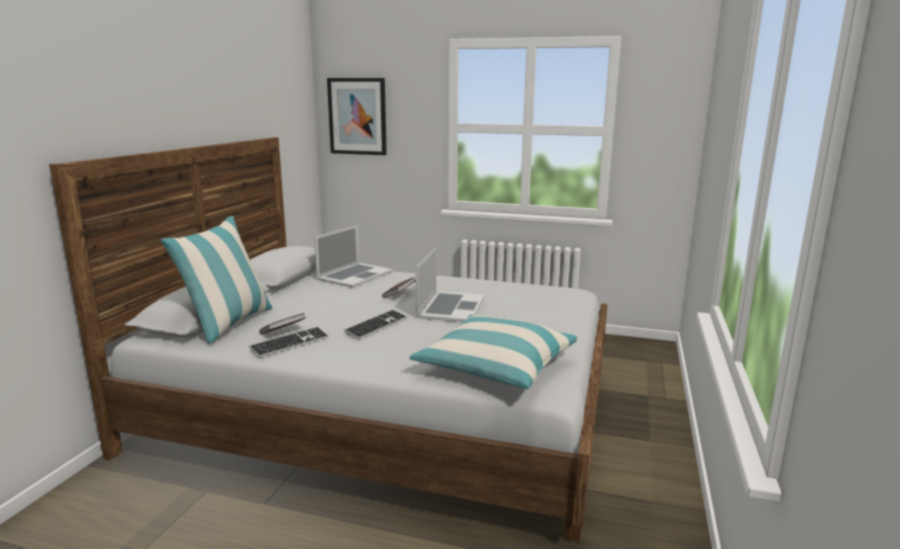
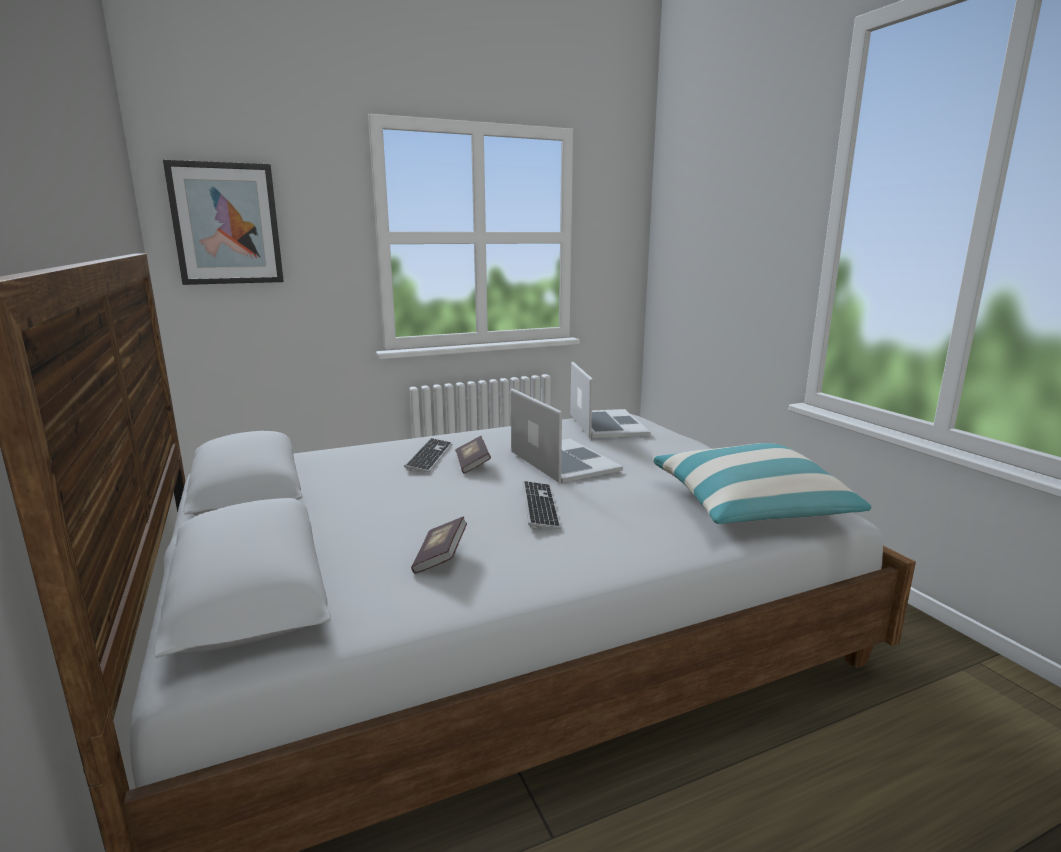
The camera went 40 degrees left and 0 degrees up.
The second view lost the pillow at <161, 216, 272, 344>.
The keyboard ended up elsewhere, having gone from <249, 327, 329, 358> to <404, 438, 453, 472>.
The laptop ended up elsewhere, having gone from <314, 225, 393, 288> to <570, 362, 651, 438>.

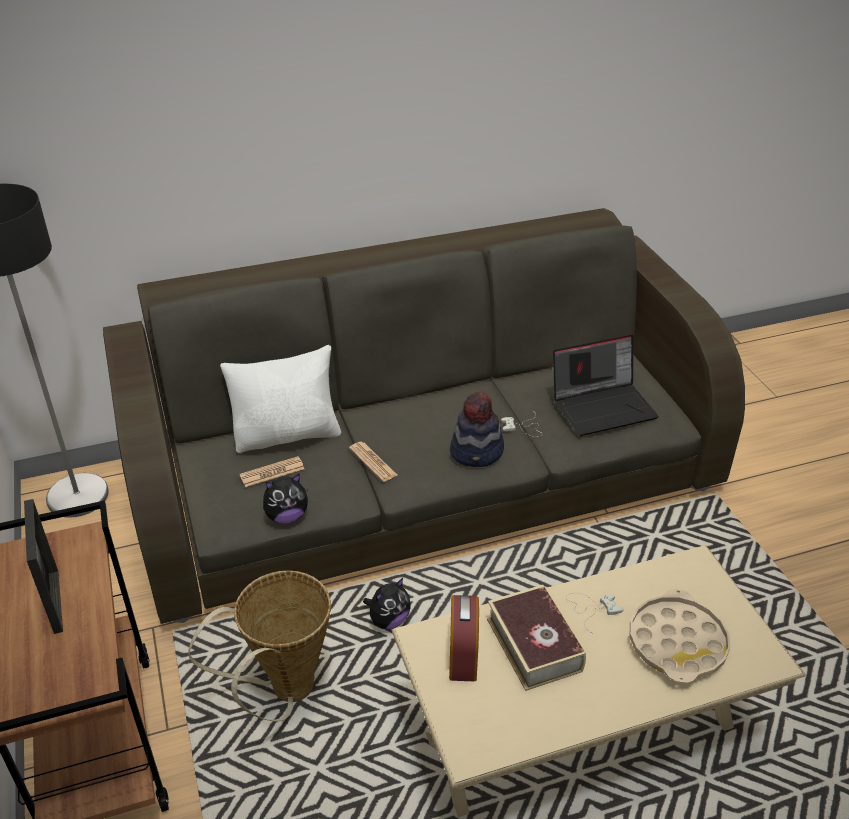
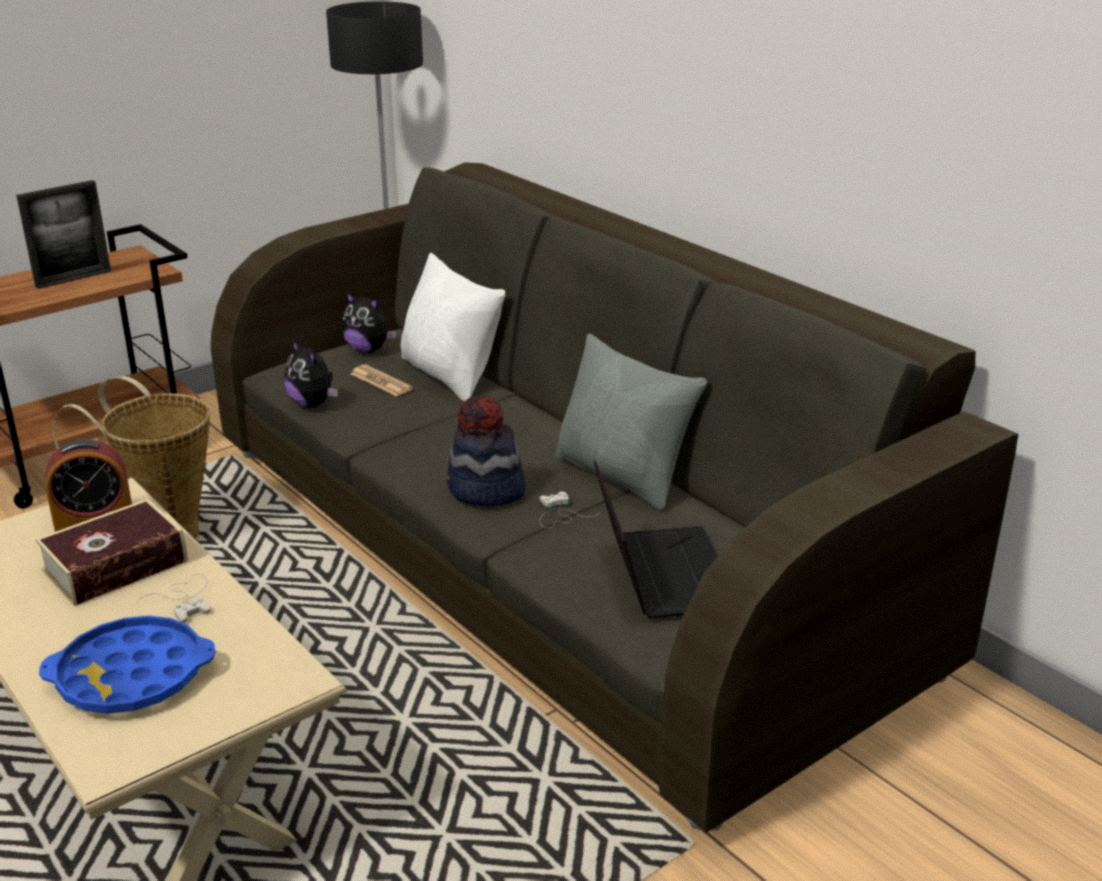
The camera went 70 degrees right and 10 degrees down.
The second view lost the daily paper at <349, 442, 397, 482>.
The second view gained the grey pillow at <556, 334, 707, 511>.
The plush toy ended up elsewhere, having gone from <363, 578, 410, 629> to <342, 291, 396, 353>.
What was the beige tray at <630, 589, 730, 684> turned into the bluish tray at <39, 615, 216, 714>.
The laptop at <553, 335, 659, 436> ended up facing another way, 150 degrees counterclockwise from before.

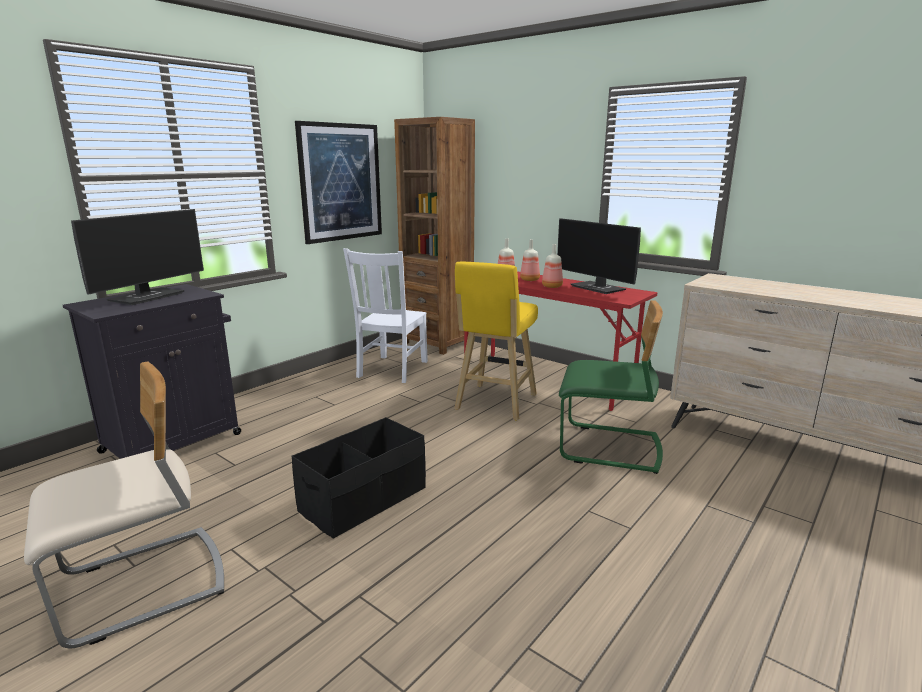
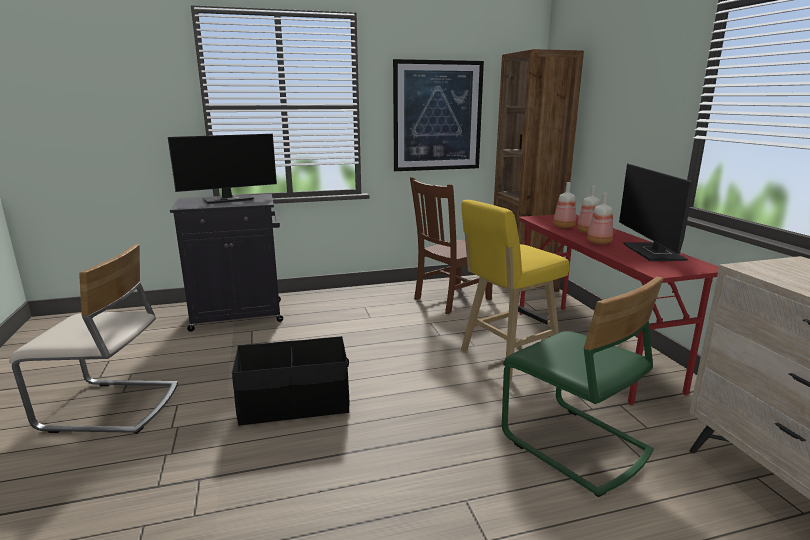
The camera went 35 degrees right and 0 degrees up.
What was the white-coloured plain chair at <343, 248, 428, 383> turned into the brown plain chair at <410, 177, 492, 314>.

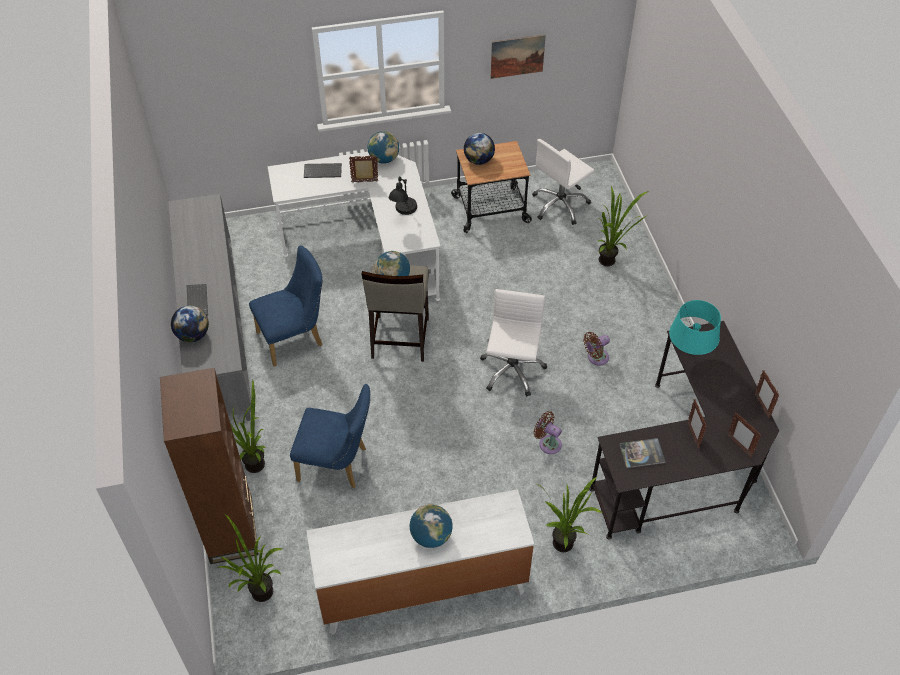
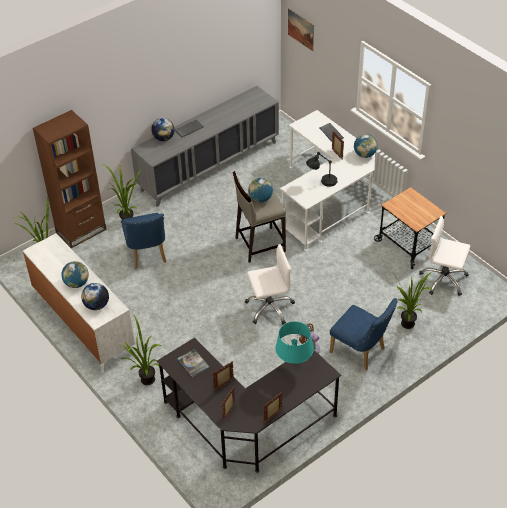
The camera went 65 degrees right and 5 degrees down.
The second view lost the brown electric fan at <534, 411, 562, 454>.
The bluish plain chair ended up elsewhere, having gone from <249, 245, 323, 367> to <330, 298, 398, 370>.
The world globe ended up elsewhere, having gone from <464, 133, 495, 165> to <81, 283, 109, 310>.
The wall picture ended up elsewhere, having gone from <491, 35, 546, 79> to <288, 8, 314, 51>.

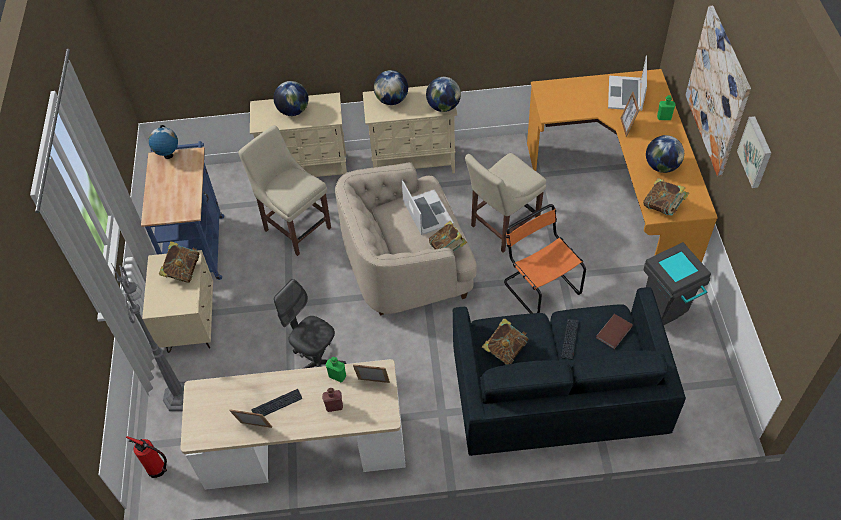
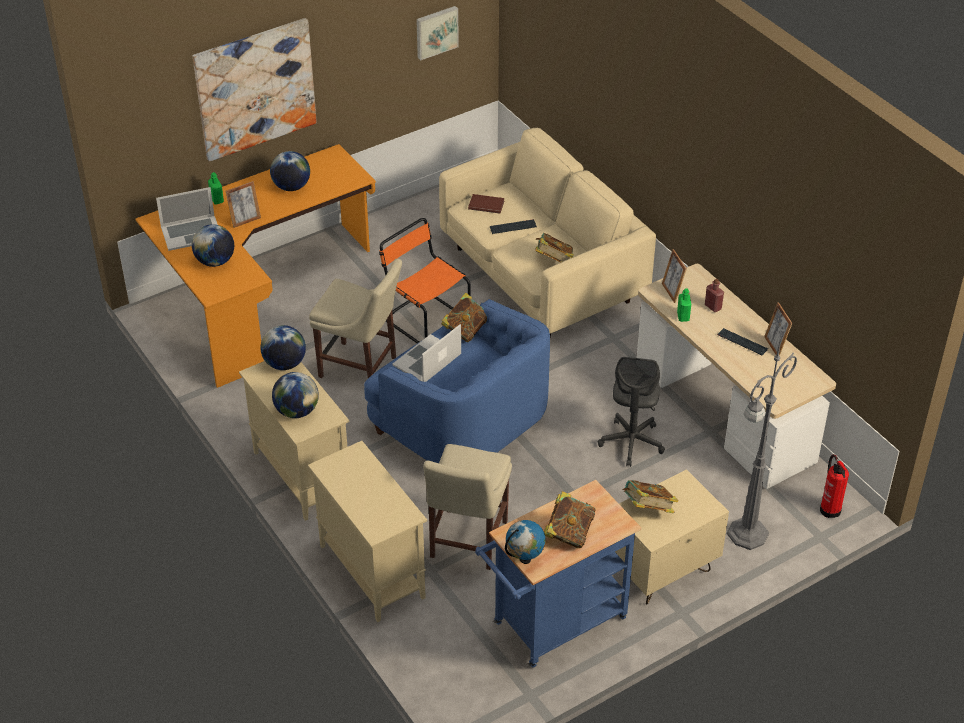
The camera went 120 degrees left and 10 degrees down.
The second view lost the grey rubbish bin at <643, 242, 711, 325>.
The world globe ended up elsewhere, having gone from <274, 81, 308, 116> to <192, 224, 234, 267>.
The book ended up elsewhere, having gone from <643, 178, 689, 216> to <544, 491, 596, 548>.
The wall picture ended up elsewhere, having gone from <737, 116, 771, 188> to <416, 6, 459, 60>.
What was the beige easy chair at <335, 162, 477, 316> turned into the bluish easy chair at <364, 299, 550, 463>.
What was the bluish settee at <453, 287, 686, 456> turned into the beige settee at <439, 128, 656, 338>.
The orange plain chair at <504, 204, 586, 314> ended up facing another way, 105 degrees clockwise from before.

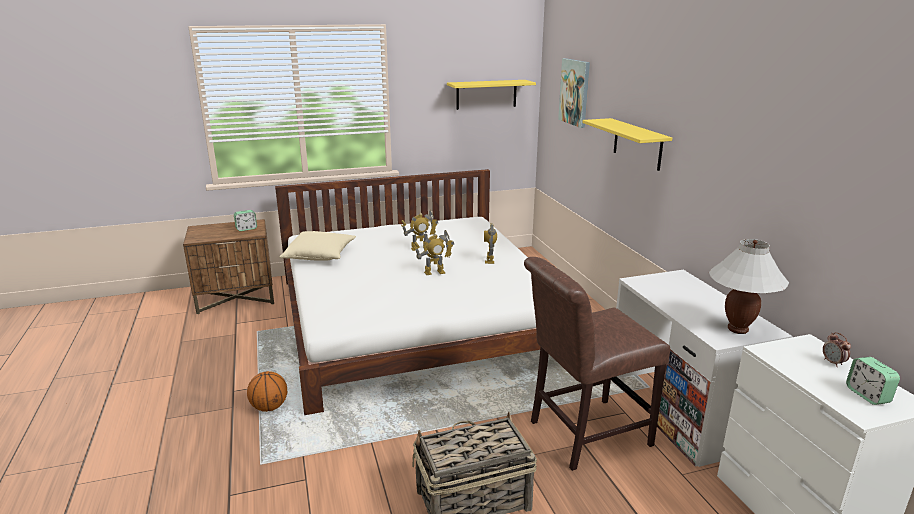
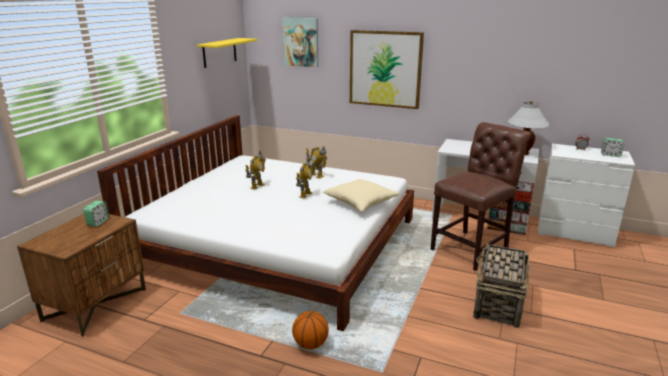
The camera went 50 degrees left and 0 degrees up.
The beige pillow ended up elsewhere, having gone from <279, 231, 356, 261> to <322, 179, 400, 212>.
Where the yellow shelf hung at <582, 118, 672, 171>, the wall picture came to hang at <350, 30, 424, 109>.
The brown plain chair at <524, 257, 670, 471> ended up facing another way, 150 degrees counterclockwise from before.

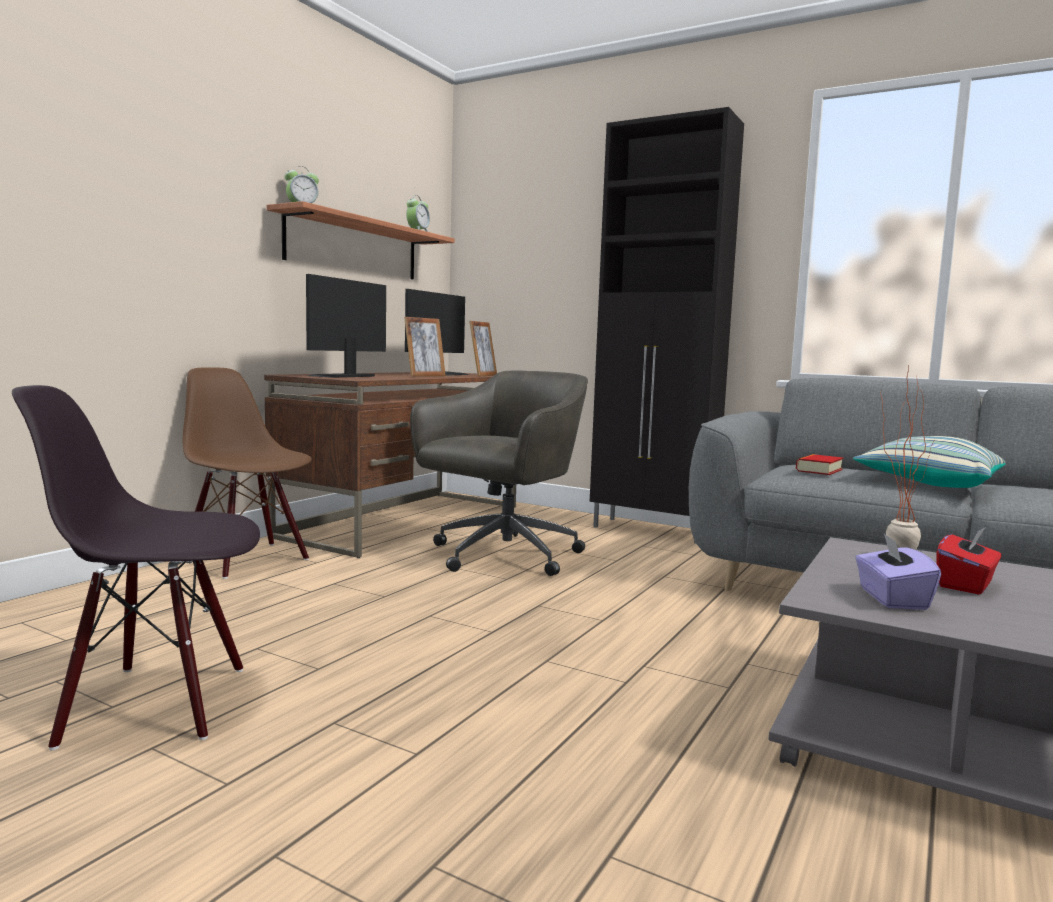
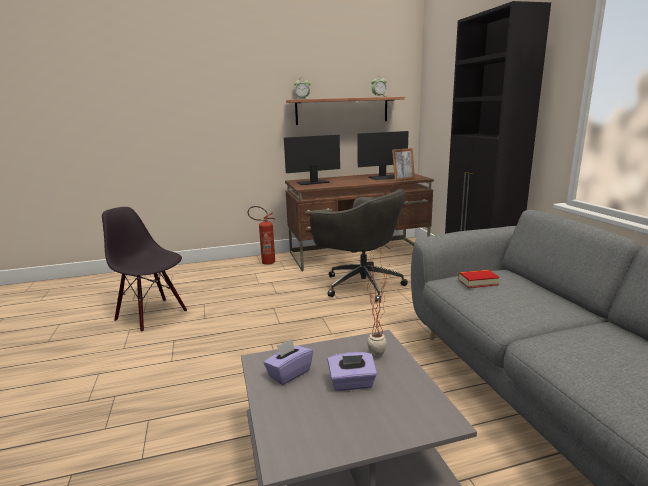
The camera went 45 degrees right and 10 degrees up.
The second view lost the picture frame at <404, 317, 446, 377>.
The second view lost the pillow at <853, 436, 1006, 488>.
Where the brown plain chair stood at <181, 368, 312, 579>, the extinguisher came to stand at <248, 206, 275, 265>.
What was the reddish tissue box at <936, 527, 1001, 595> turned into the purple tissue box at <327, 352, 377, 391>.
The grey office chair at <410, 371, 588, 576> ended up facing another way, 45 degrees clockwise from before.

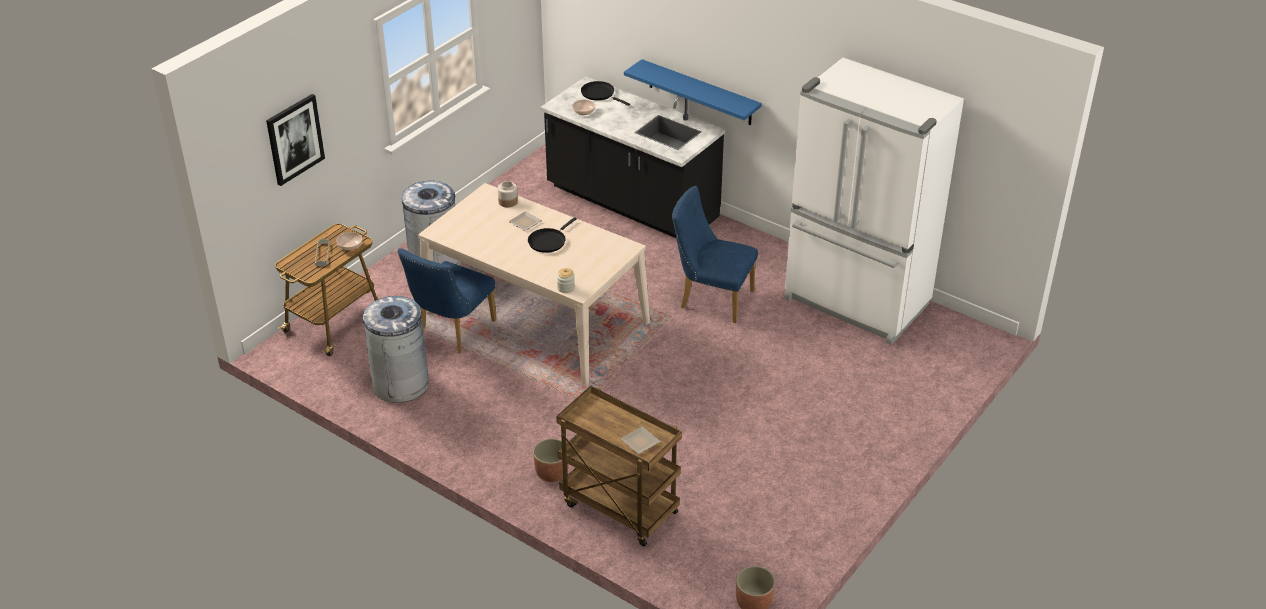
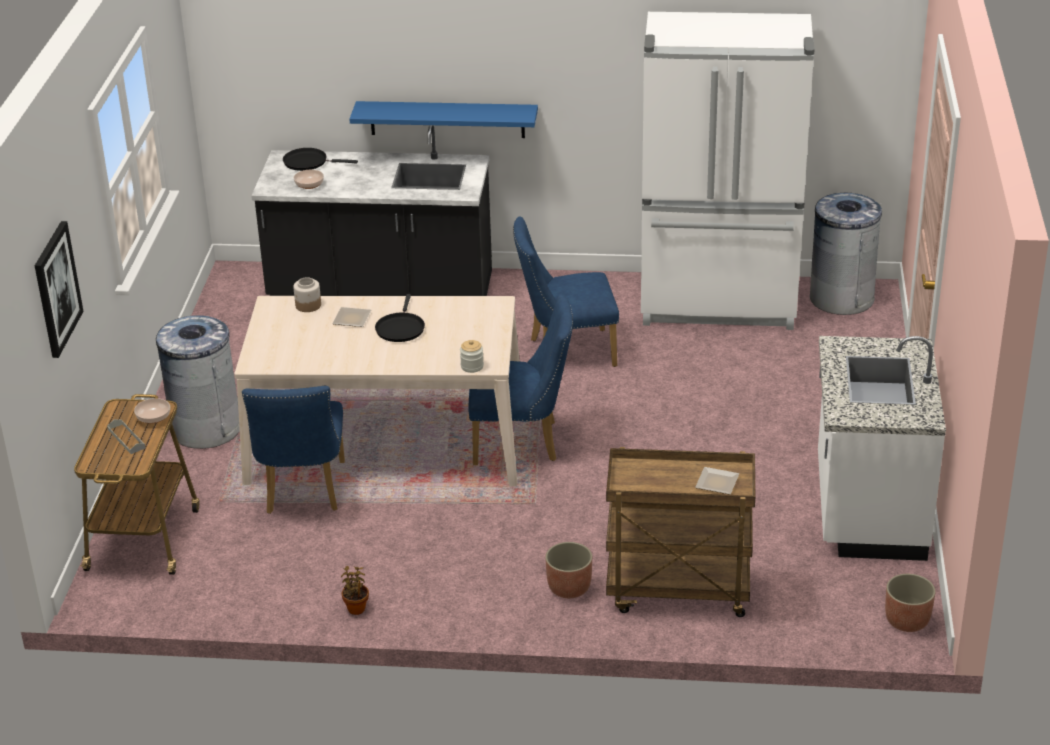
The camera went 30 degrees left and 5 degrees down.
The second view gained the potted plant at <341, 566, 369, 615>.
The second view gained the bluish plain chair at <468, 294, 573, 465>.
The second view gained the white-coloured kitchen counter at <818, 336, 946, 561>.
The grey rubbish bin ended up elsewhere, having gone from <363, 296, 429, 403> to <810, 193, 882, 315>.

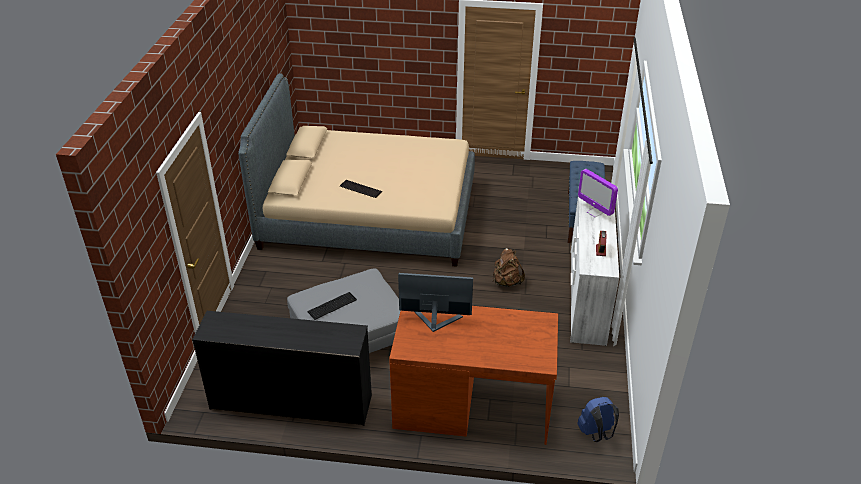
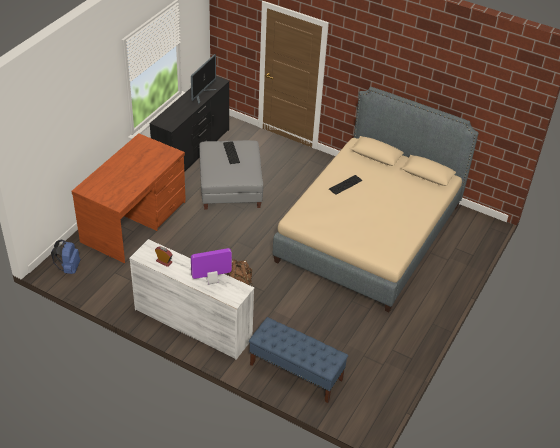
The camera went 110 degrees right and 5 degrees up.
The computer display ended up elsewhere, having gone from <398, 273, 473, 332> to <191, 54, 216, 104>.

